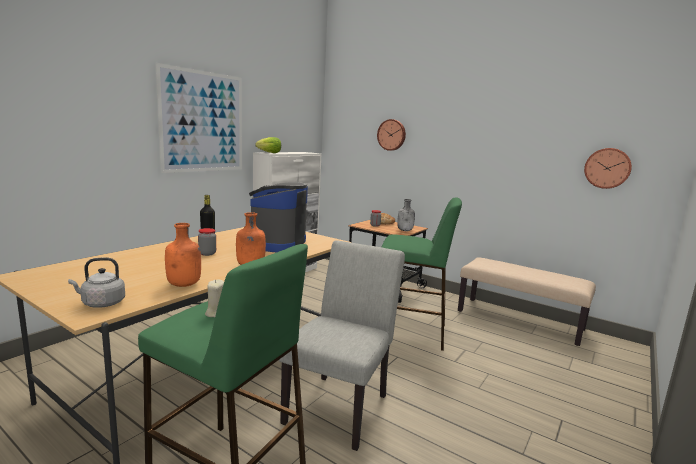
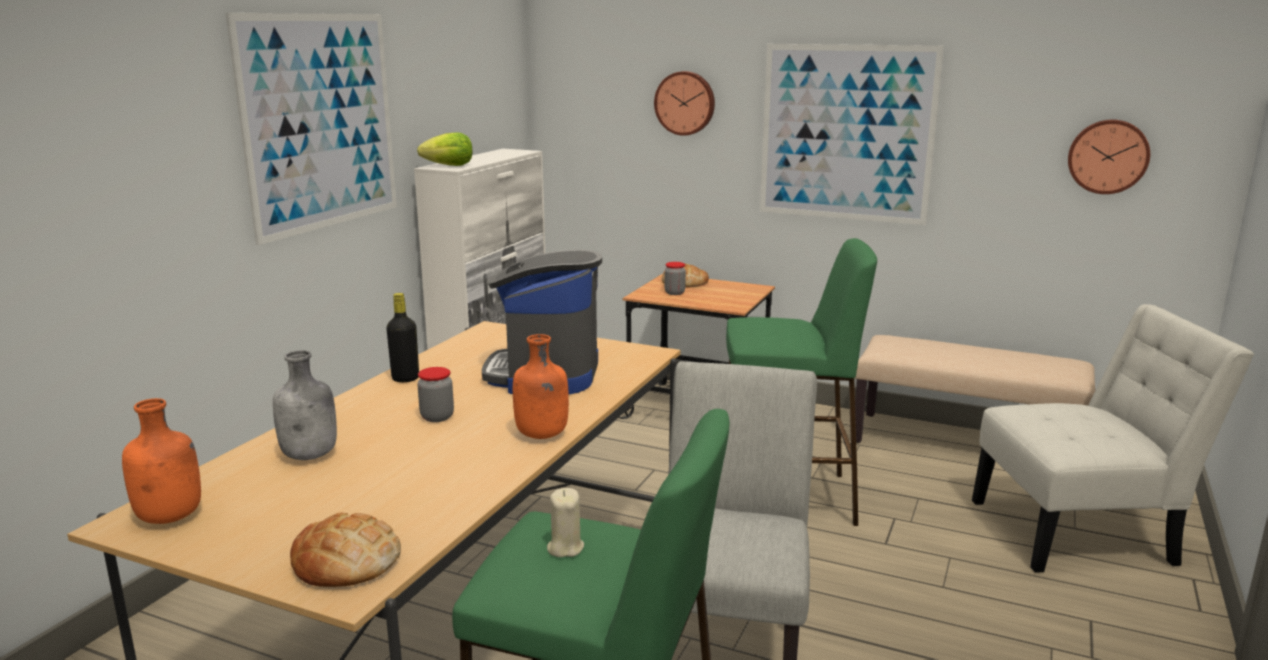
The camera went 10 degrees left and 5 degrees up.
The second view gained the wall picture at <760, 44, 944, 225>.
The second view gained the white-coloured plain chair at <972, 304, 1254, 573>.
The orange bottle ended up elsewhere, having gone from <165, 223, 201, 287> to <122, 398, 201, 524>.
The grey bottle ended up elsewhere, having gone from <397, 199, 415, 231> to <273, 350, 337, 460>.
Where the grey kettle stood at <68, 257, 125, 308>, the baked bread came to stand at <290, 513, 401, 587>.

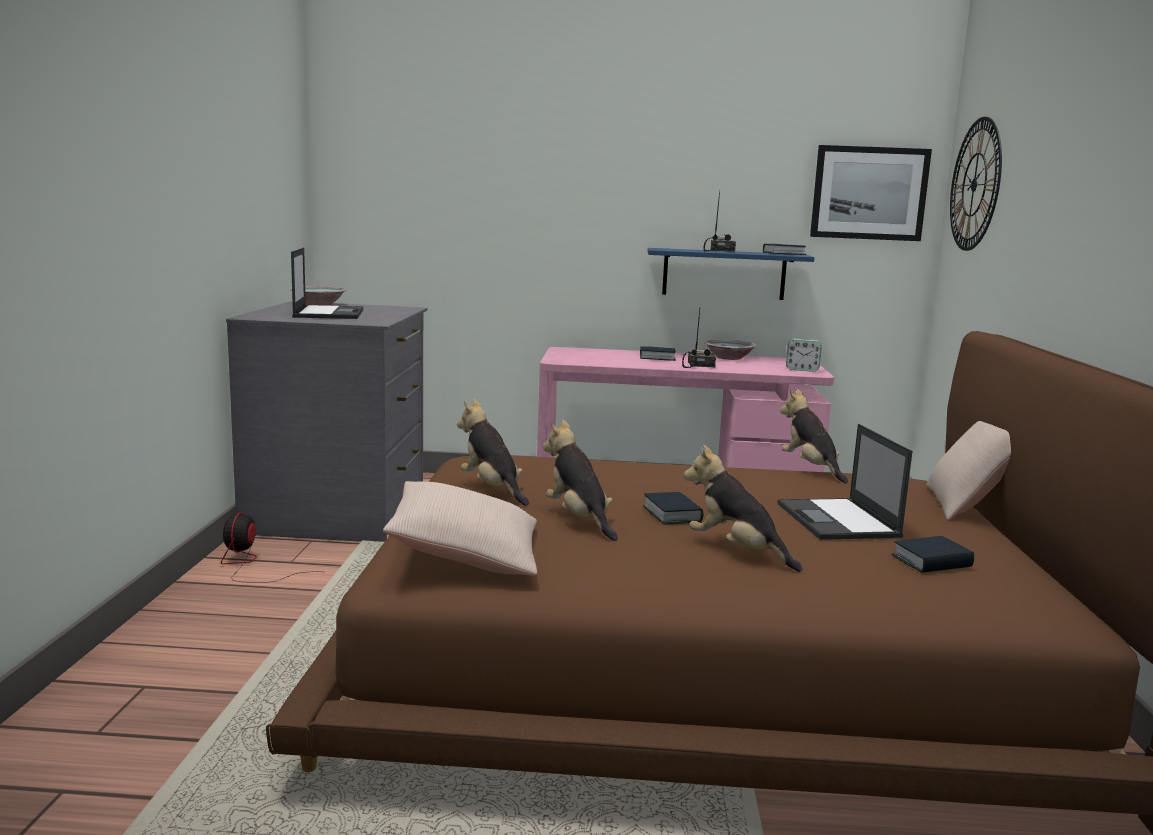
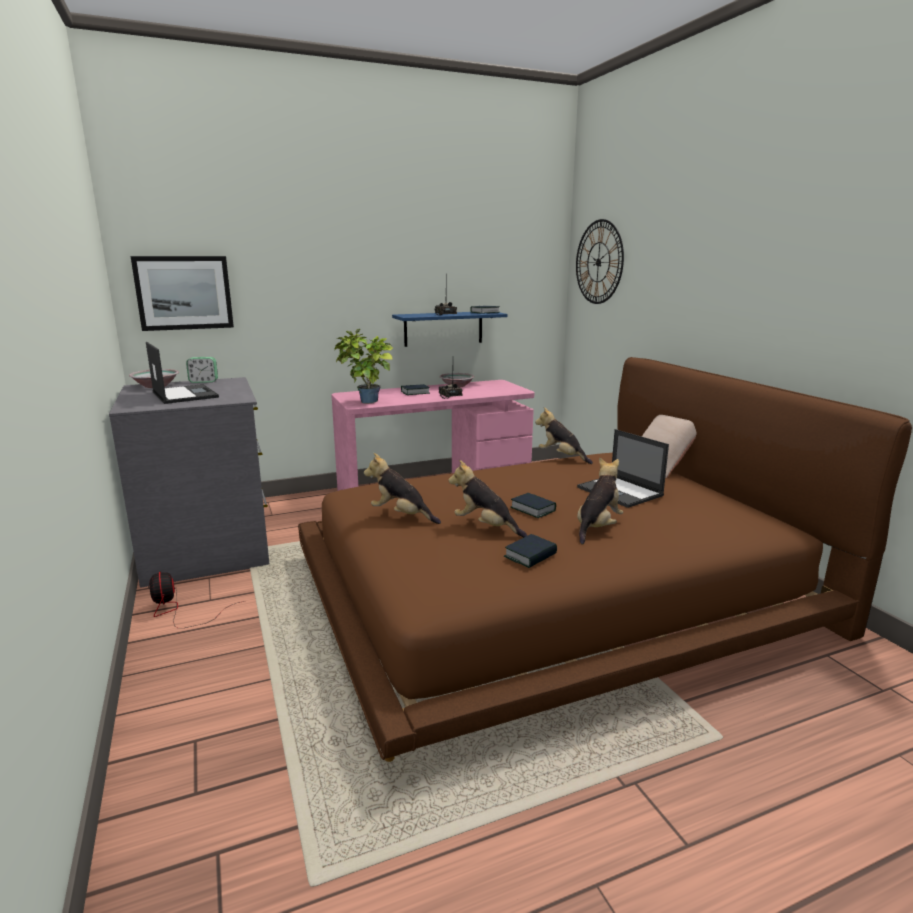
The camera went 25 degrees left and 5 degrees up.
The second view lost the beige pillow at <383, 481, 537, 576>.
The second view gained the potted plant at <335, 329, 393, 403>.
The table clock ended up elsewhere, having gone from <786, 338, 822, 372> to <186, 357, 218, 383>.
The wall picture ended up elsewhere, having gone from <810, 145, 932, 241> to <131, 256, 234, 331>.
The book ended up elsewhere, having gone from <891, 536, 974, 573> to <504, 534, 557, 568>.
The plush toy at <684, 445, 802, 572> ended up facing another way, 105 degrees clockwise from before.

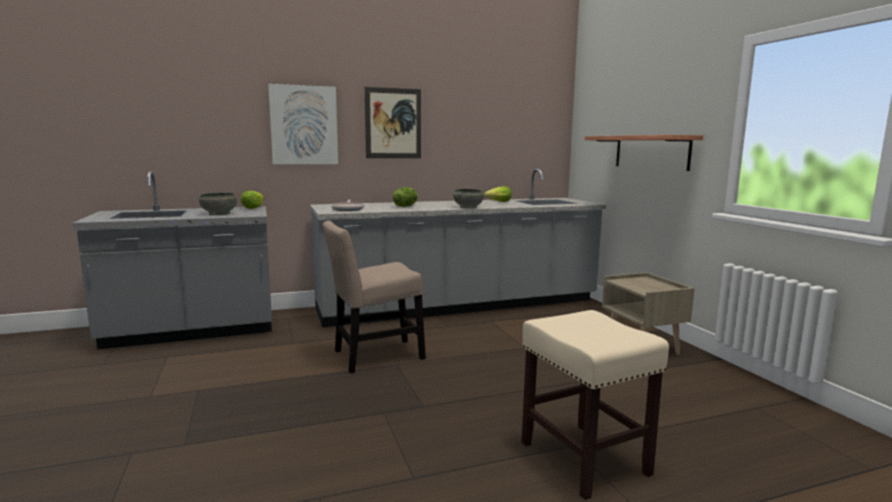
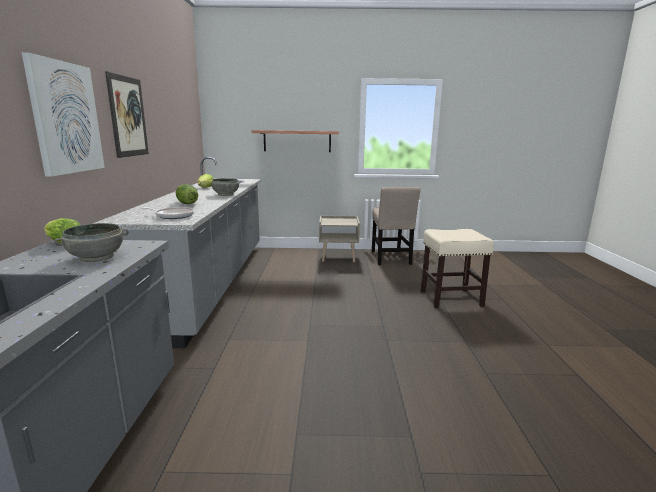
The camera went 70 degrees left and 5 degrees up.
The beige plain chair ended up elsewhere, having gone from <323, 221, 426, 373> to <372, 187, 420, 265>.

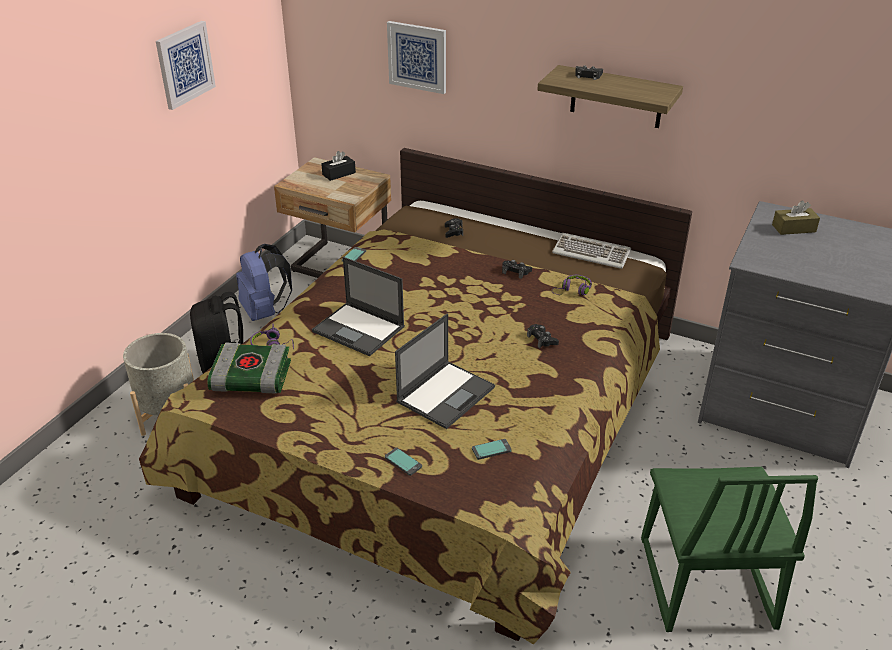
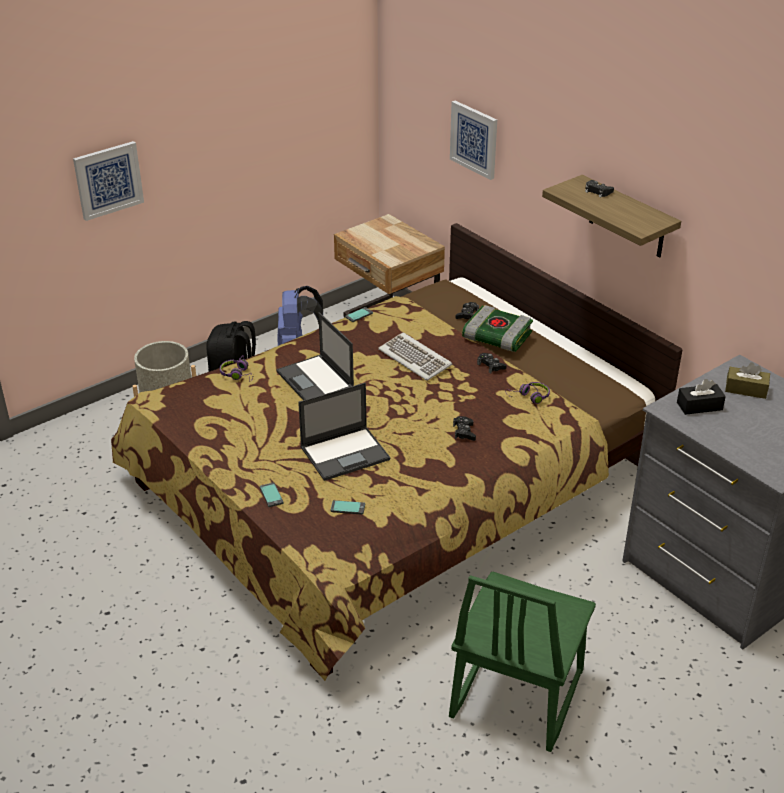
The camera went 25 degrees right and 0 degrees up.
The wall picture ended up elsewhere, having gone from <156, 21, 216, 110> to <73, 141, 144, 221>.
The book ended up elsewhere, having gone from <208, 343, 291, 394> to <462, 305, 533, 352>.
The black-coloured tissue box ended up elsewhere, having gone from <321, 151, 356, 181> to <677, 379, 726, 415>.
The keyboard ended up elsewhere, having gone from <552, 233, 631, 269> to <378, 333, 452, 381>.

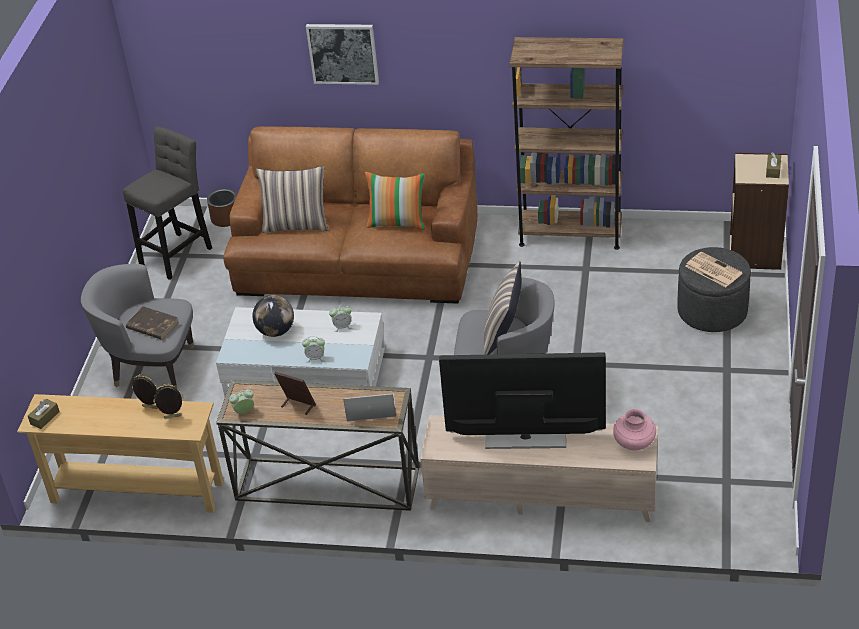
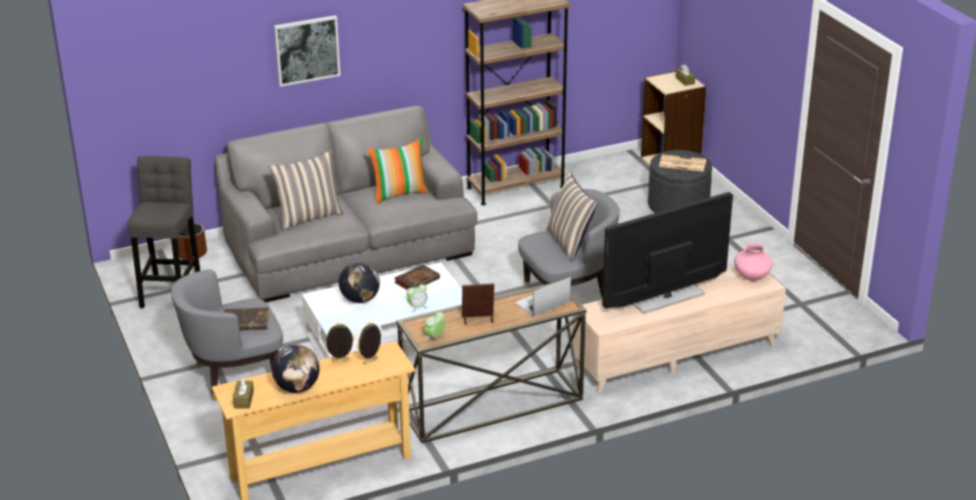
The camera went 35 degrees left and 10 degrees down.
The second view gained the world globe at <271, 345, 320, 393>.
Where the table clock stood at <329, 305, 353, 332>, the book came to stand at <394, 265, 440, 290>.
What was the brown settee at <223, 126, 478, 304> turned into the grey settee at <215, 106, 477, 302>.

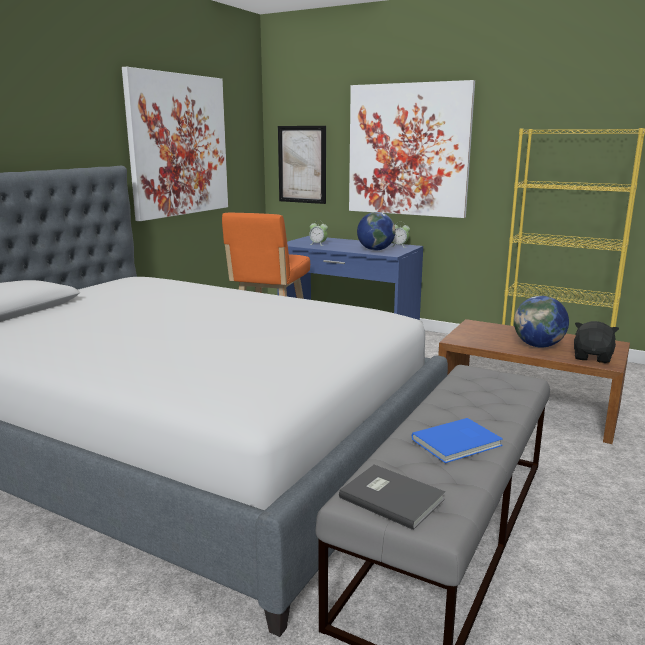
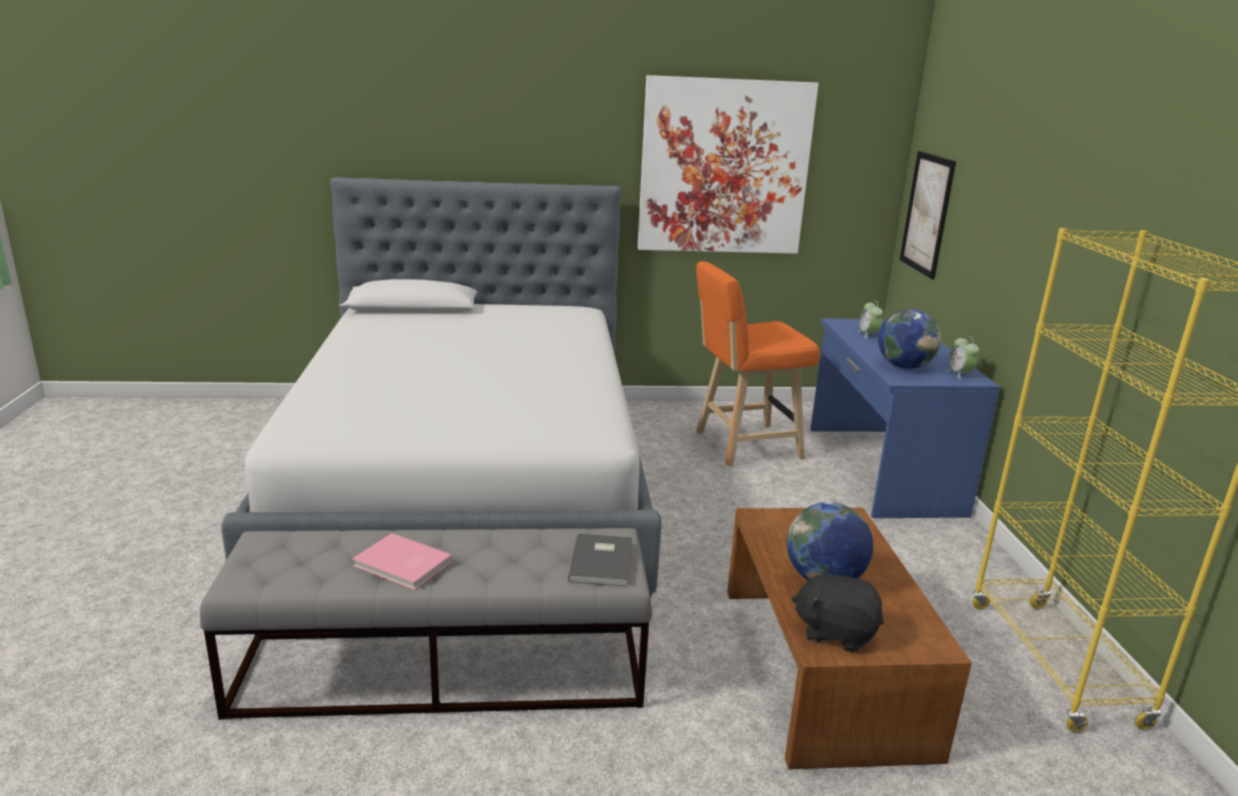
The camera went 55 degrees right and 5 degrees up.
The second view lost the wall picture at <349, 80, 475, 218>.
The grey book ended up elsewhere, having gone from <339, 465, 445, 530> to <568, 533, 632, 587>.
What was the bluish book at <412, 418, 503, 463> turned into the pinkish book at <352, 533, 452, 590>.
The black-coloured plush toy at <574, 321, 619, 363> ended up facing another way, 150 degrees counterclockwise from before.

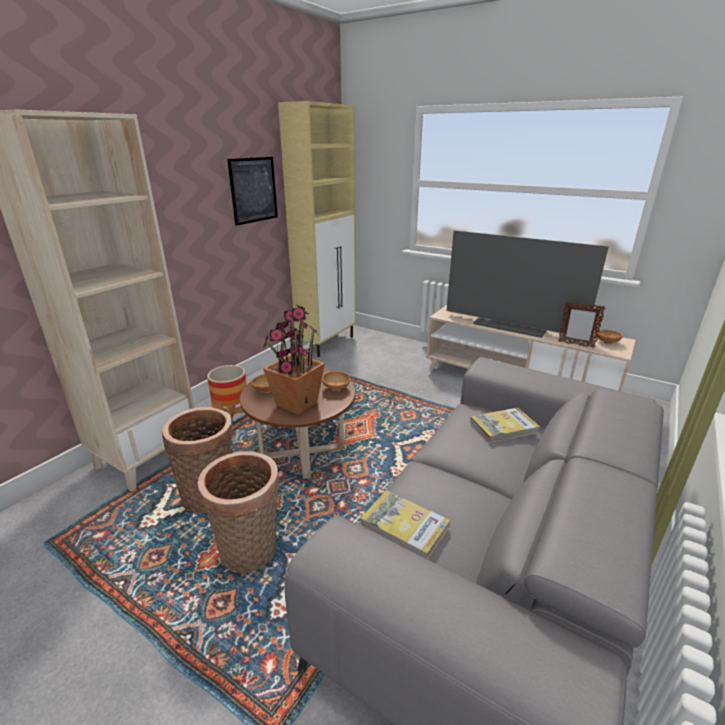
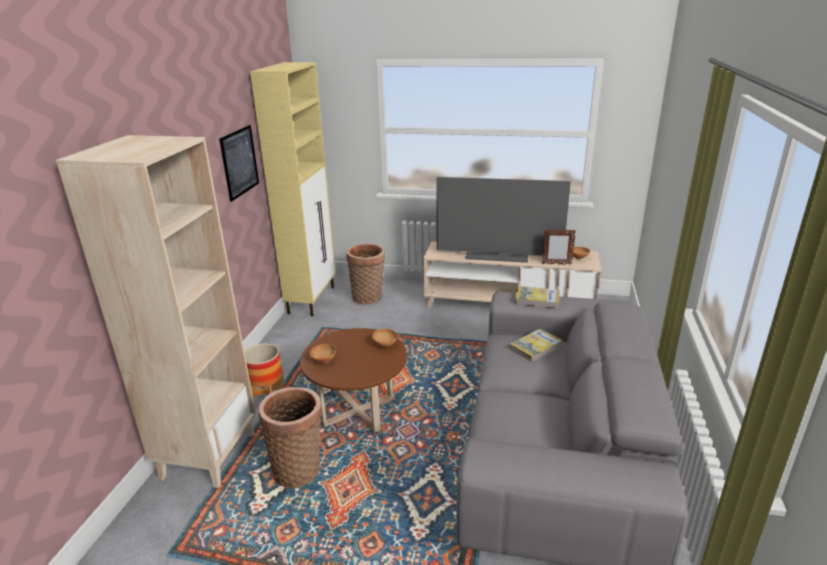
The camera went 20 degrees left and 0 degrees up.
The second view lost the potted plant at <263, 305, 325, 415>.
The basket ended up elsewhere, having gone from <198, 451, 279, 573> to <346, 243, 385, 305>.
The book ended up elsewhere, having gone from <360, 490, 450, 559> to <515, 286, 560, 308>.

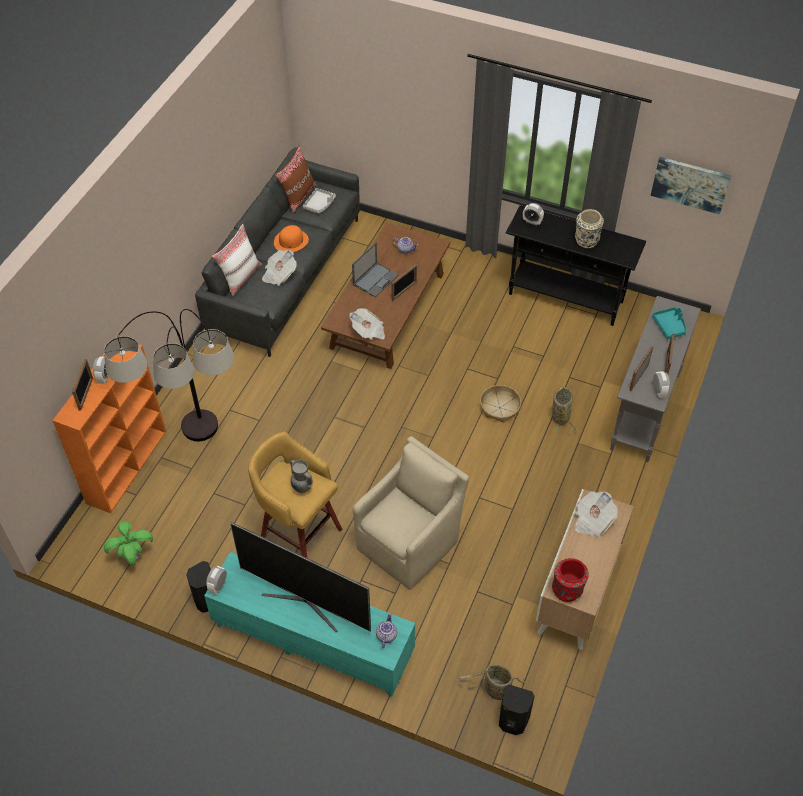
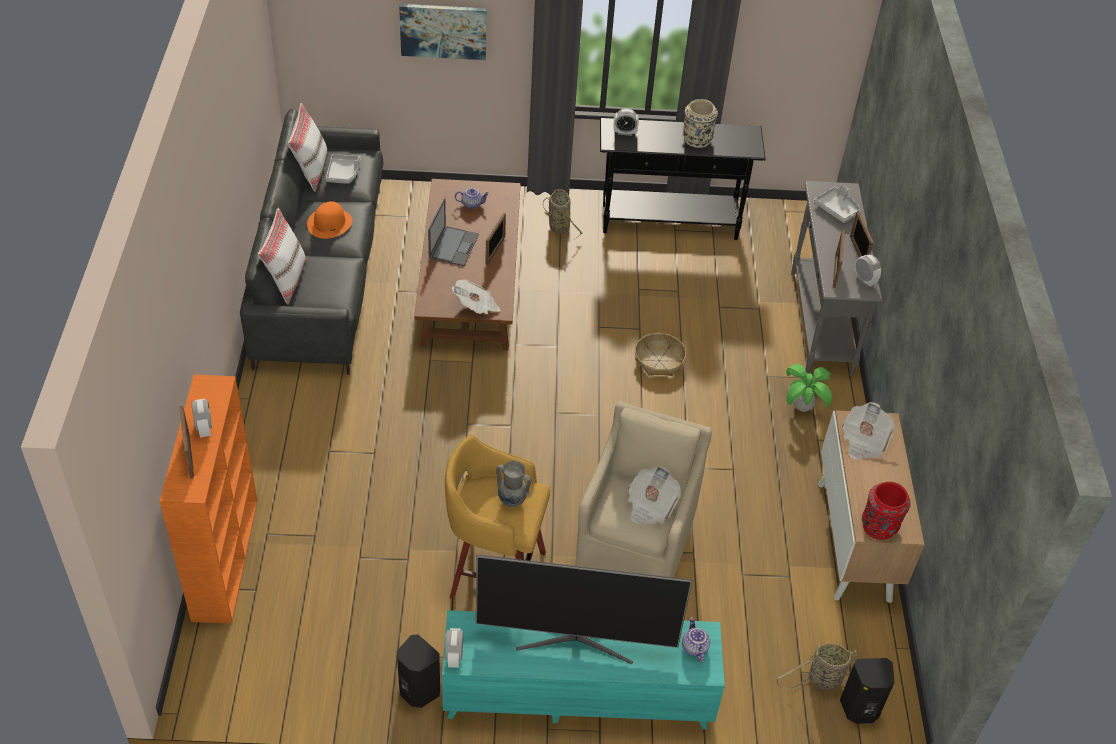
The camera went 25 degrees left and 5 degrees down.
The second view lost the standard lamp at <104, 309, 234, 441>.
The potted plant ended up elsewhere, having gone from <104, 521, 153, 565> to <786, 364, 832, 412>.
The daily paper ended up elsewhere, having gone from <262, 250, 297, 286> to <628, 466, 681, 524>.
The basket ended up elsewhere, having gone from <552, 387, 577, 435> to <543, 189, 582, 243>.
The wall picture ended up elsewhere, having gone from <651, 157, 731, 215> to <399, 4, 487, 60>.
What was the brown pillow at <275, 145, 317, 214> turned into the white-coloured pillow at <288, 103, 327, 192>.
What was the turquoise tray at <652, 307, 686, 339> turned into the grey tray at <814, 185, 861, 223>.

